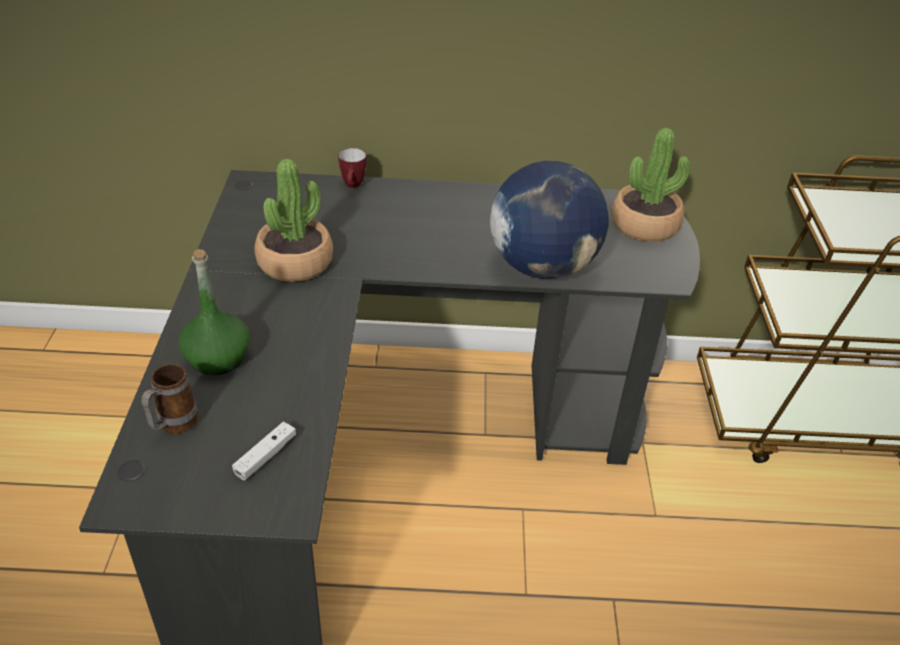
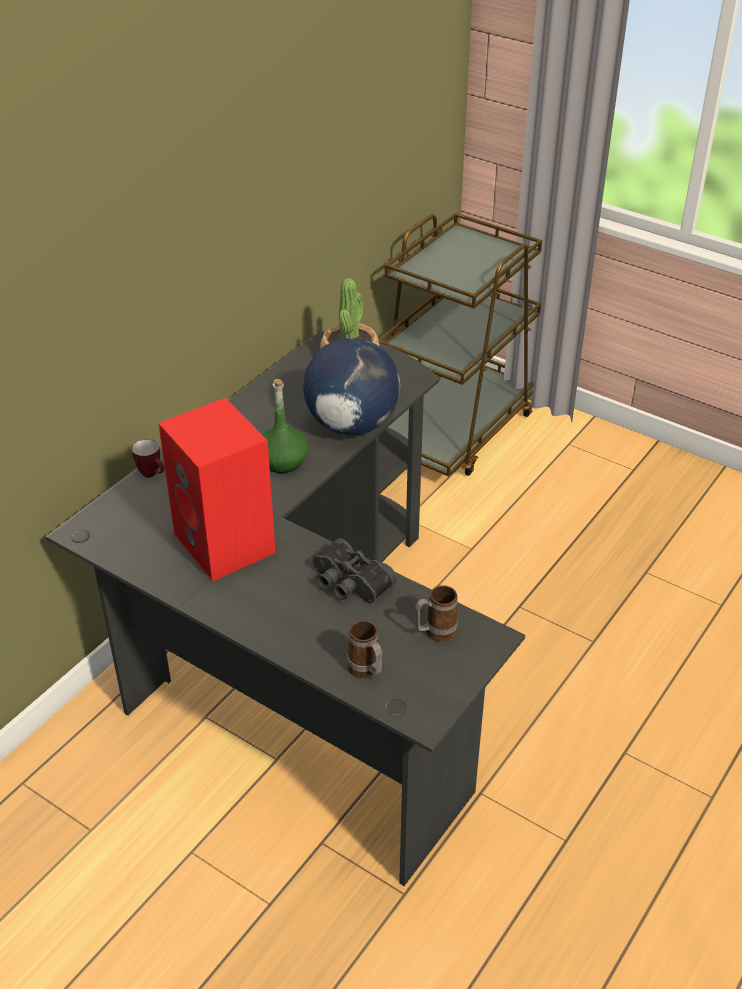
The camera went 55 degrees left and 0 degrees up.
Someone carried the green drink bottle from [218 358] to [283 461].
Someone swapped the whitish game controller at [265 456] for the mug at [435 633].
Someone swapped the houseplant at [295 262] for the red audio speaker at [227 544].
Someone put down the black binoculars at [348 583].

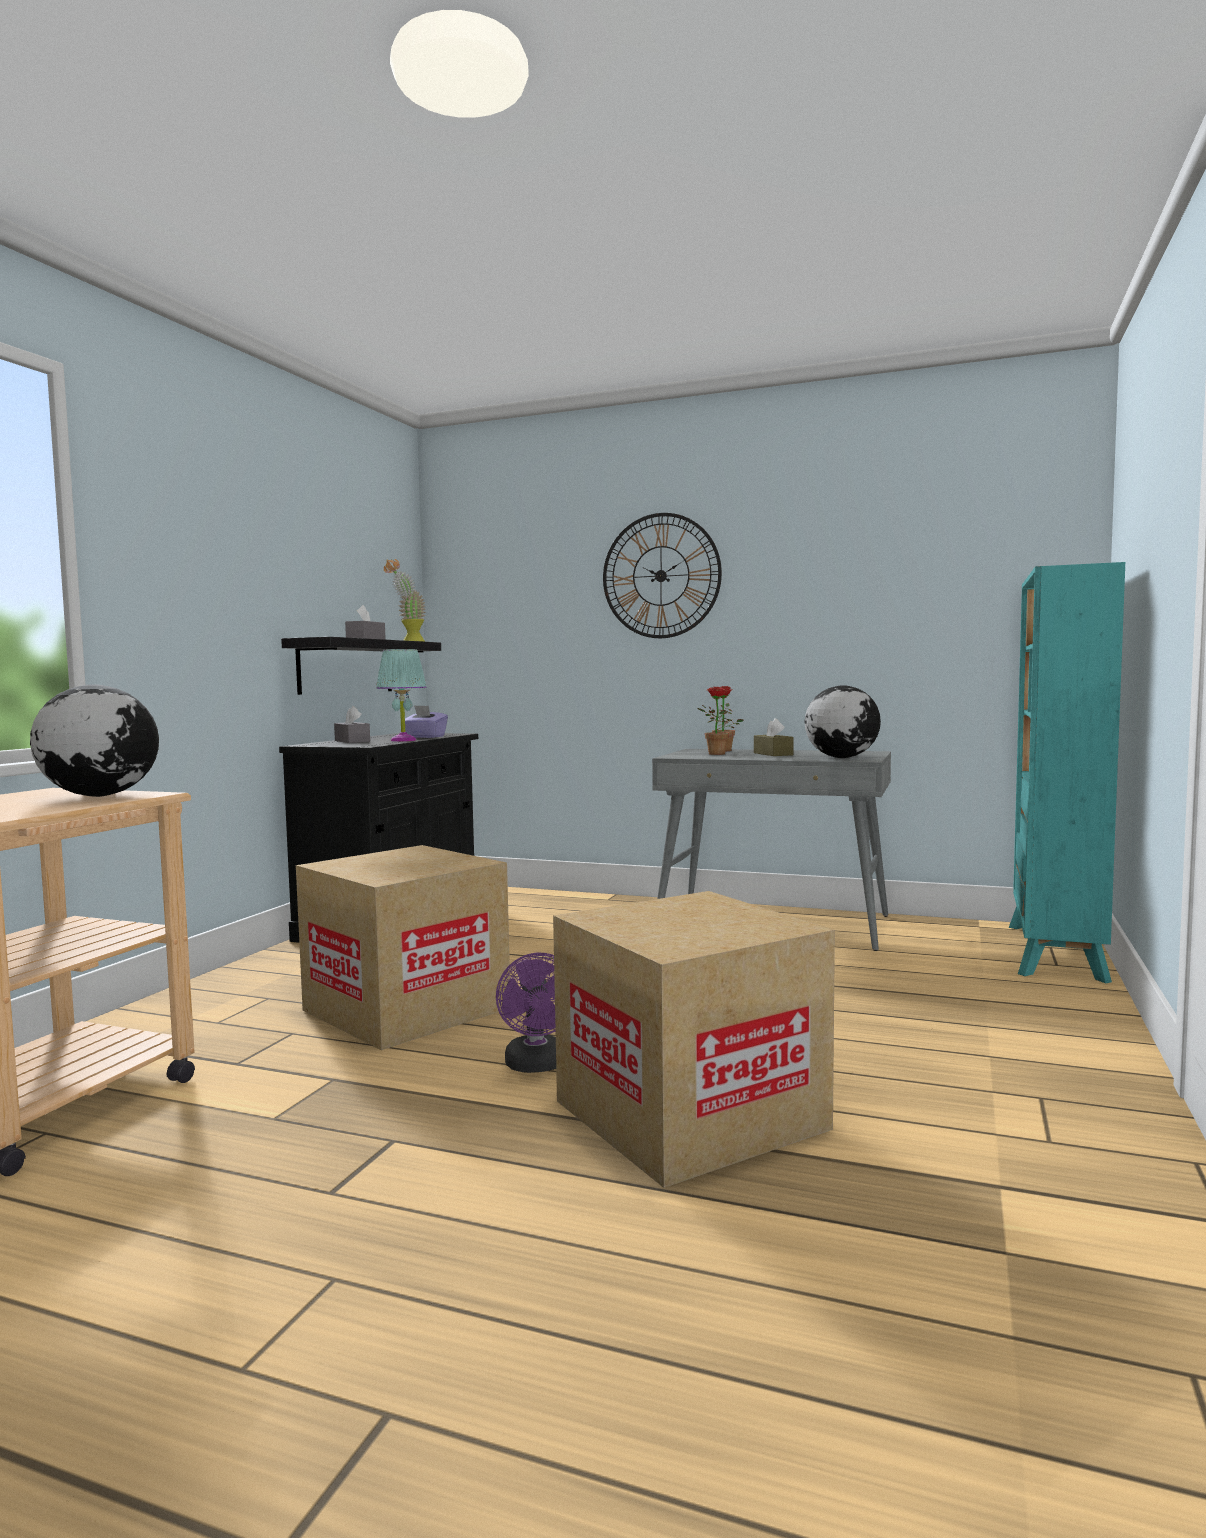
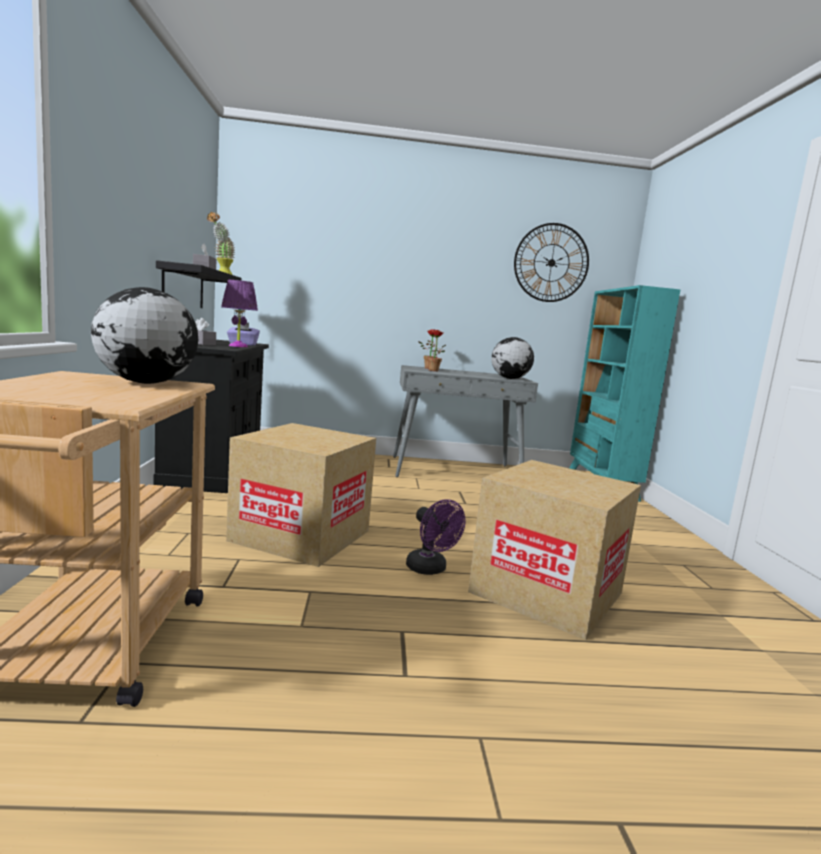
The camera went 25 degrees left and 5 degrees up.
Someone repainted the turquoise-coloured tabletop lamp at [403 740], which became the purple tabletop lamp at [238 346].
Someone carried the hanging clock from [661 576] to [551 263].
Someone took away the brownish tissue box at [773 754].

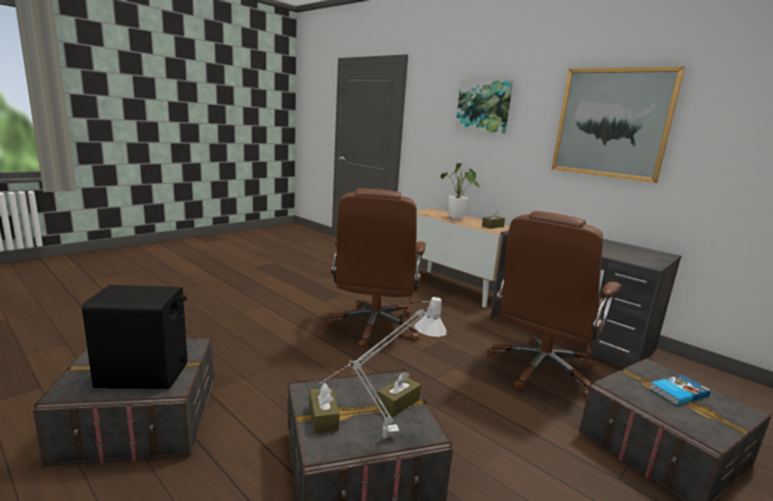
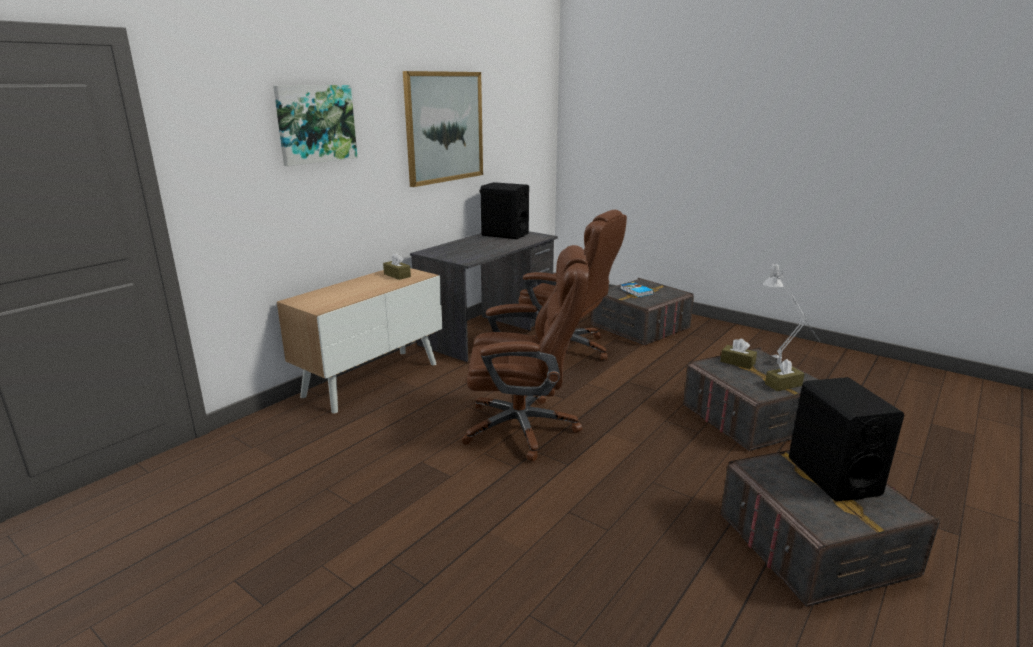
The camera went 95 degrees left and 5 degrees up.
Someone took away the houseplant at [457 218].
Someone put down the black audio speaker at [504 234].

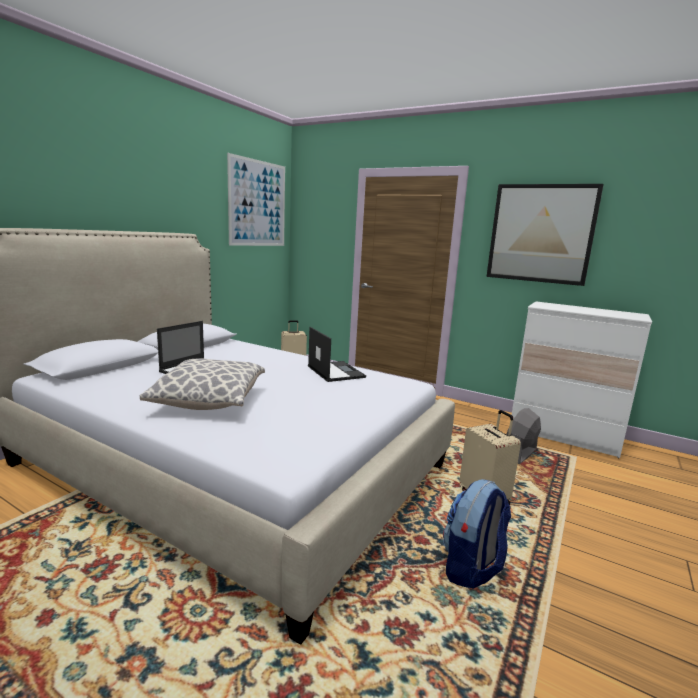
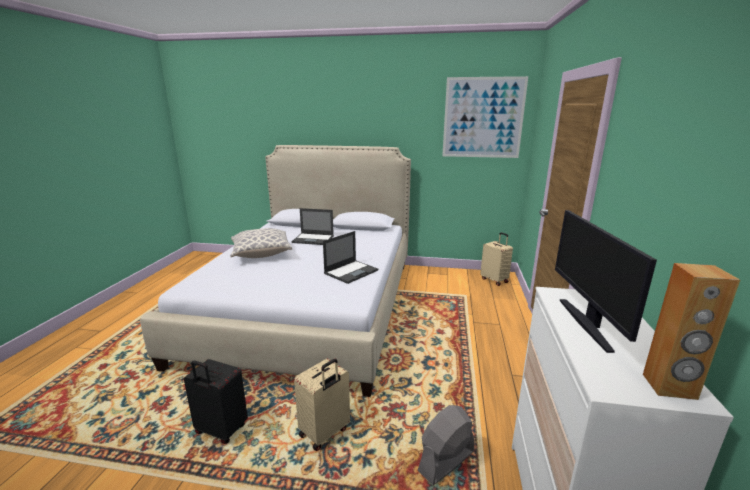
The camera went 70 degrees right and 5 degrees up.
Someone swapped the knapsack at [471 568] for the black piece of luggage at [220 430].
Someone took away the wall picture at [541 234].
Someone rotated the grey electric fan at [520 454] by 60 degrees counterclockwise.
Someone put down the computer screen at [587 323].
Someone put down the brownish audio speaker at [669 387].

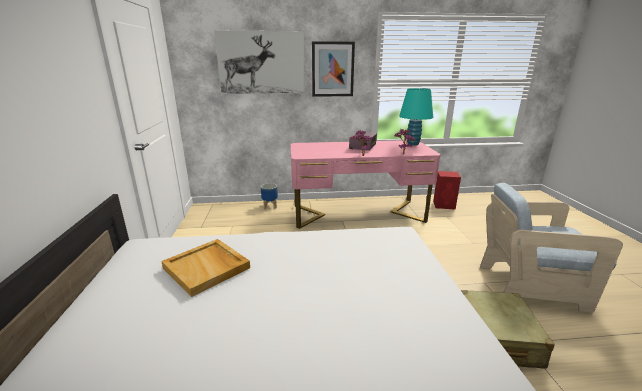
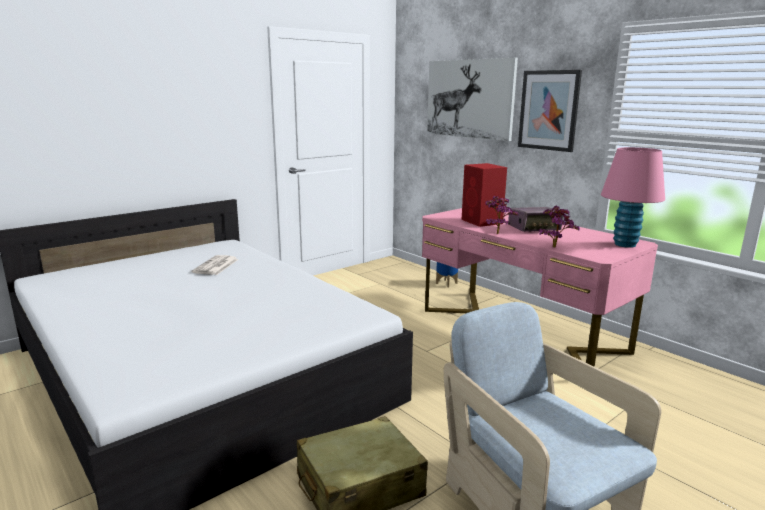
The camera went 55 degrees right and 5 degrees down.
Someone swapped the beige carrying tray at [207 268] for the printed paper at [216 266].
Someone repainted the turquoise-coloured tabletop lamp at [413 144], which became the pink tabletop lamp at [625 244].
Someone carried the red audio speaker from [444 205] to [482 222].

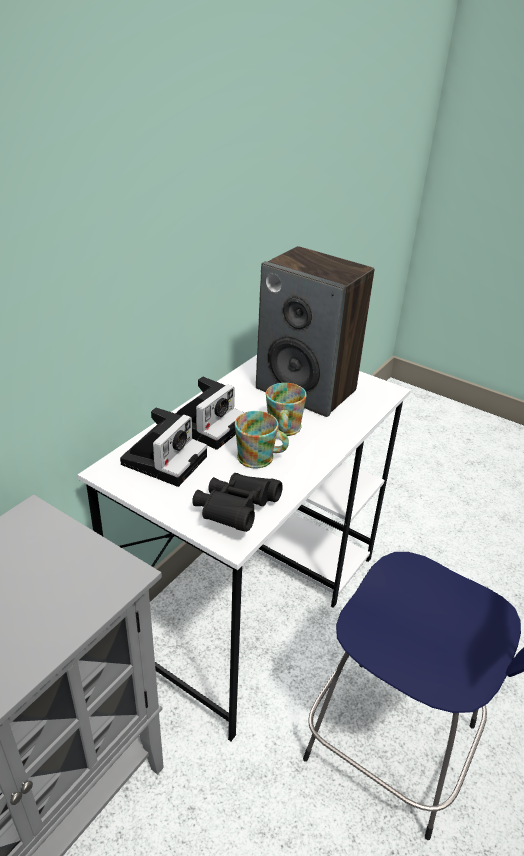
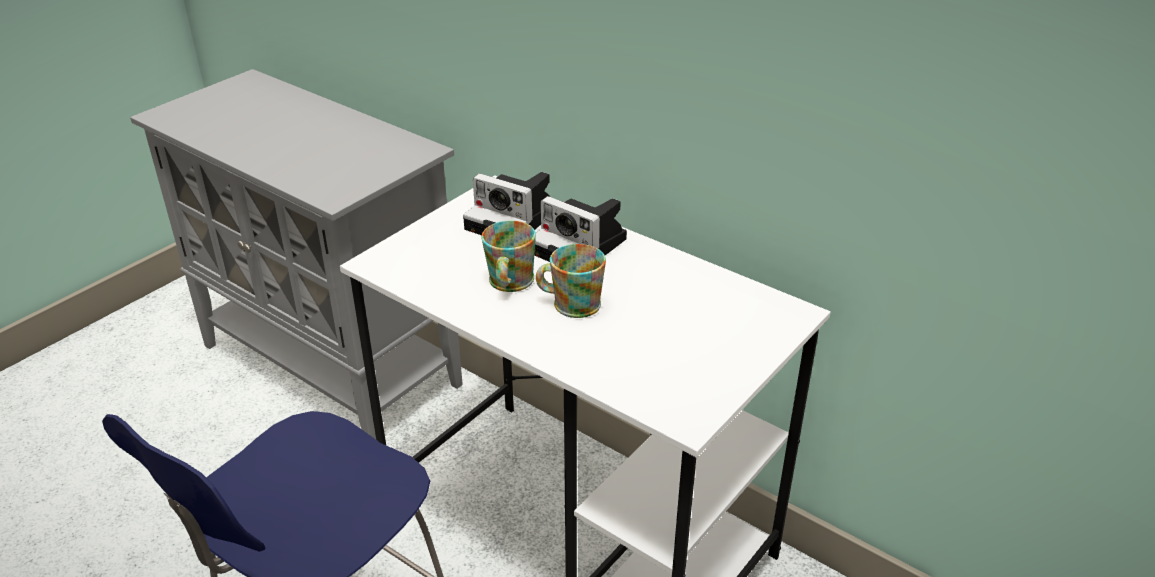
The camera went 95 degrees right and 0 degrees up.
Someone took away the black binoculars at [236 512].
Someone took away the audio speaker at [307 390].

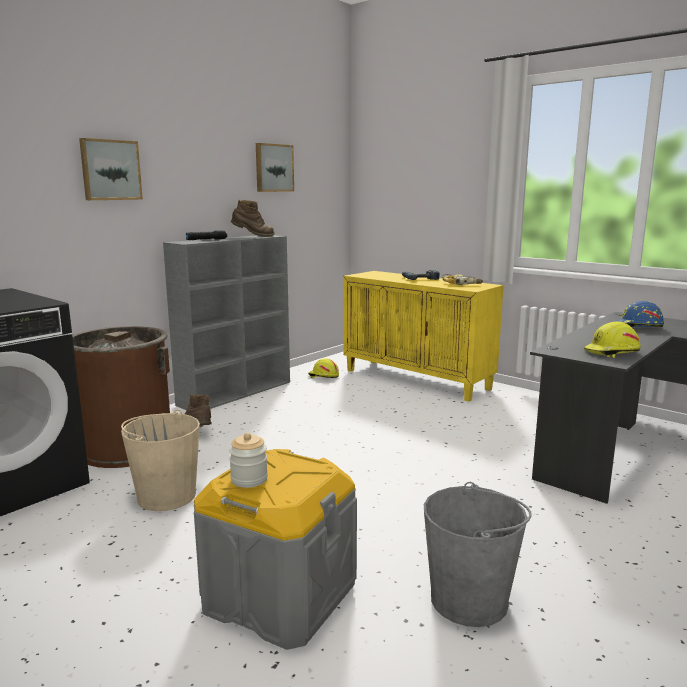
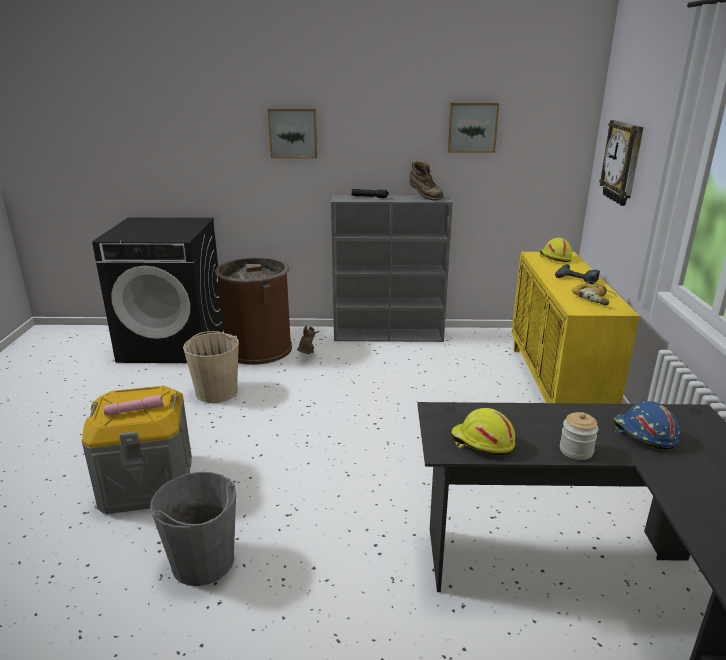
The camera went 50 degrees right and 10 degrees up.
Someone carried the storage jar from [249 479] to [576 450].
Someone carried the yellow-coloured safety helmet from [323 376] to [554 257].
Someone put down the pink torch at [135 410].
Someone put up the hanging clock at [623 162].

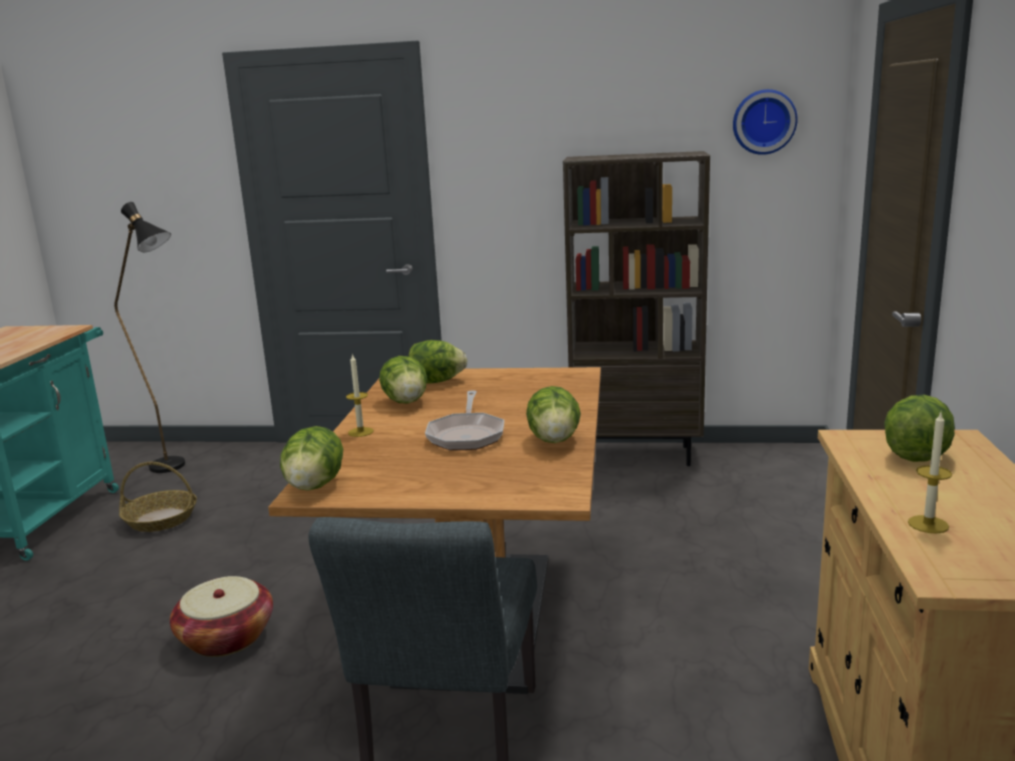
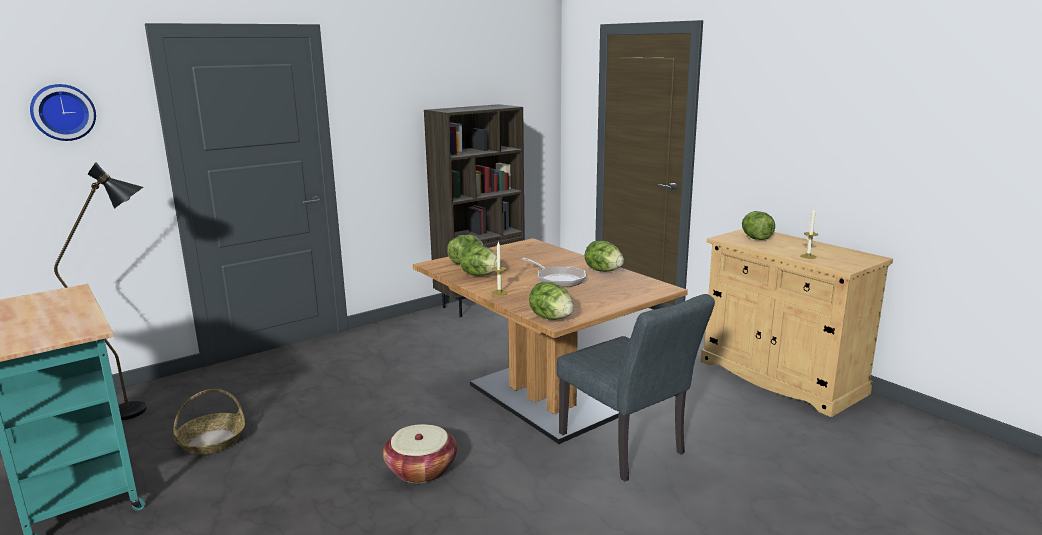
The camera went 45 degrees left and 0 degrees up.
Someone carried the hanging clock from [764 122] to [63 112].

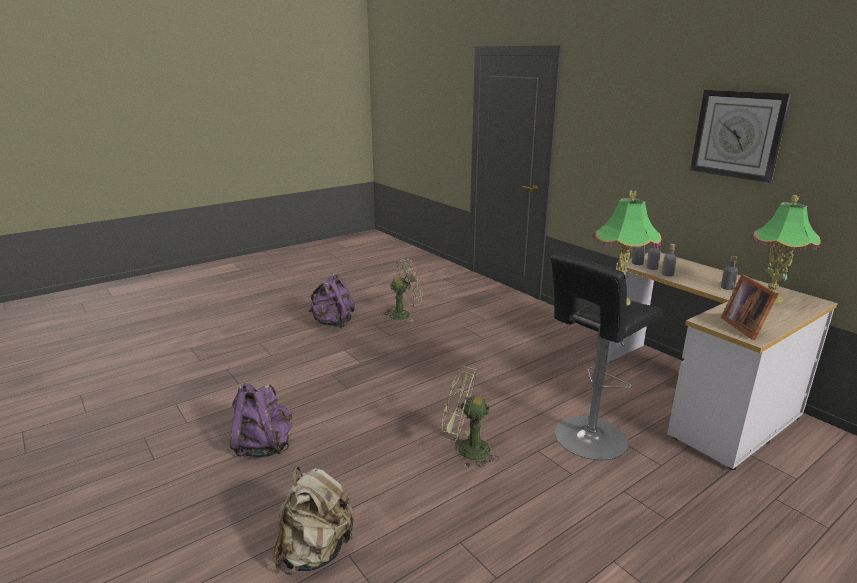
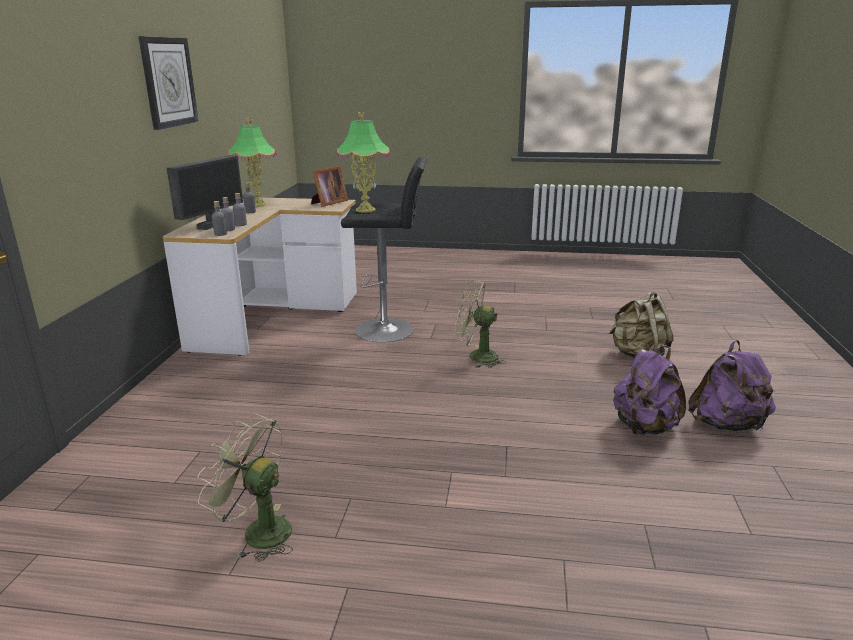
The camera went 135 degrees left and 0 degrees up.
Someone carried the purple knapsack from [333 323] to [727 425].
Someone rotated the green electric fan at [465 449] by 135 degrees clockwise.
Someone put down the computer screen at [211 225].

